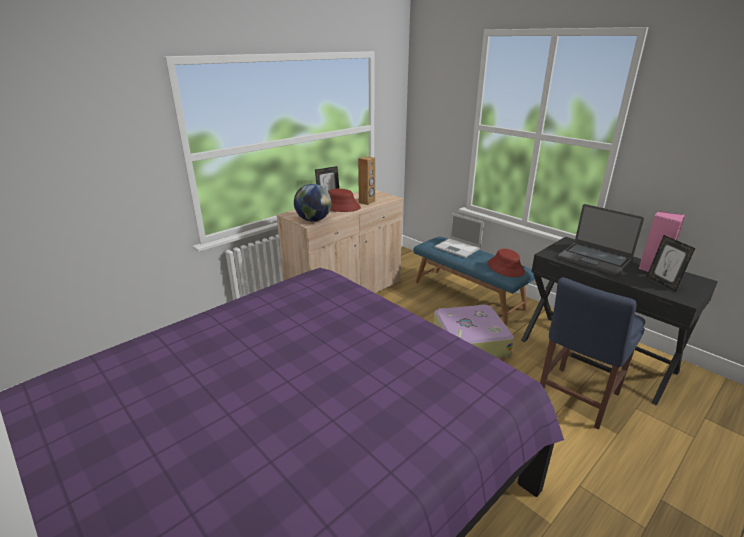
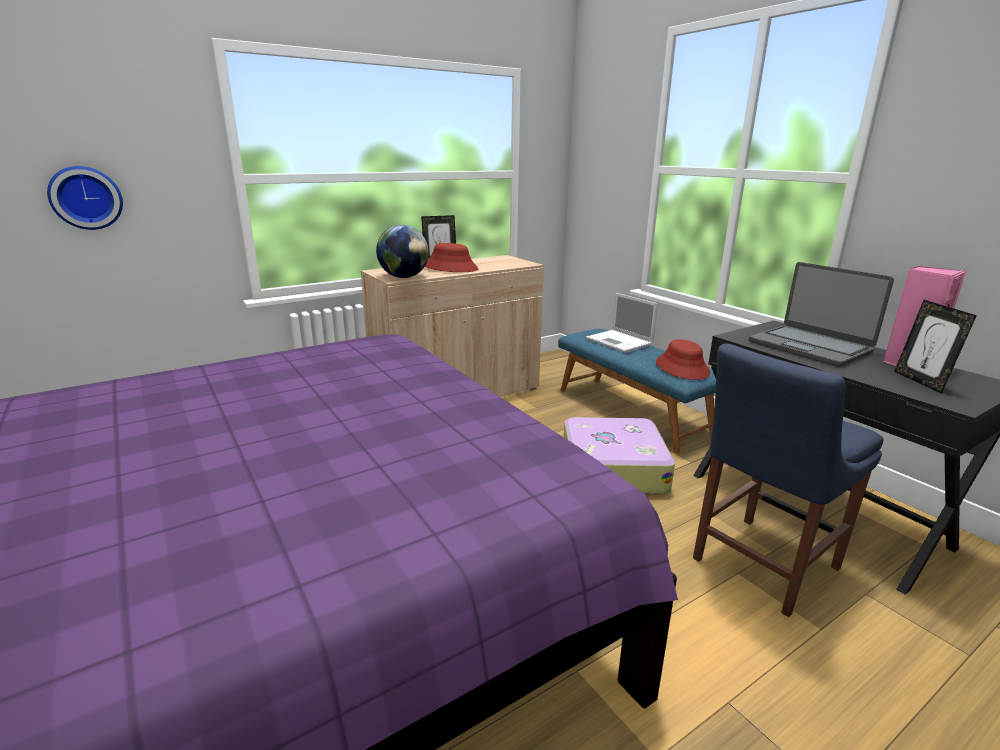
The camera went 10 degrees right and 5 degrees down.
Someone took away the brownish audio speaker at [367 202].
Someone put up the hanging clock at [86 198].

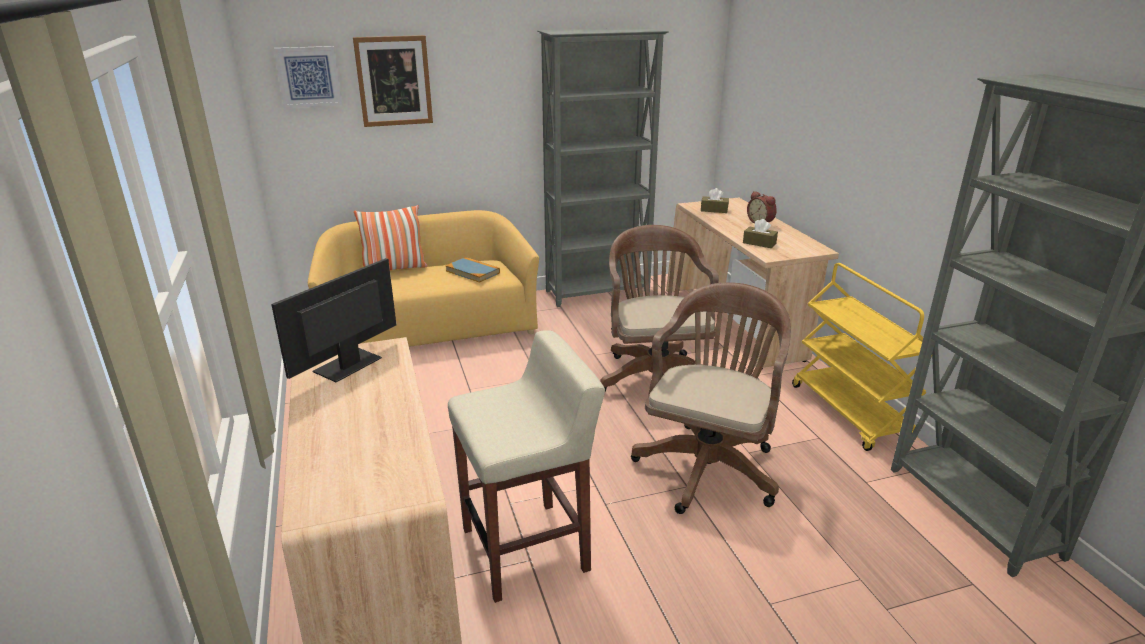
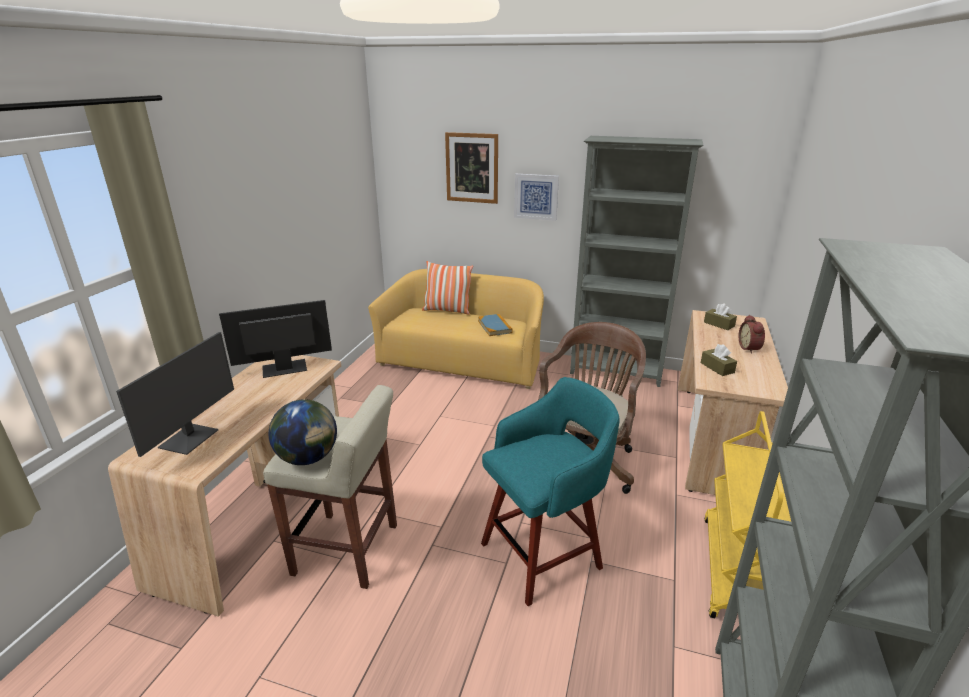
The camera went 35 degrees right and 0 degrees up.
Someone carried the wall picture from [309 77] to [536 196].
Someone swapped the brownish desk chair at [709 465] for the turquoise-coloured stool seat at [544 554].
Someone put down the computer screen at [190 439].
Someone put down the globe at [308 458].

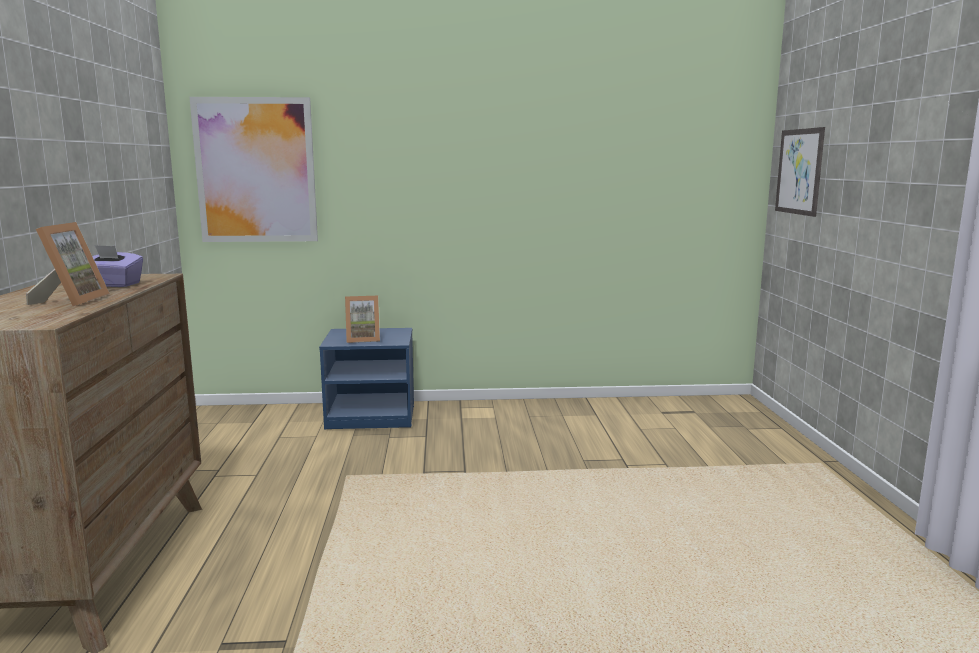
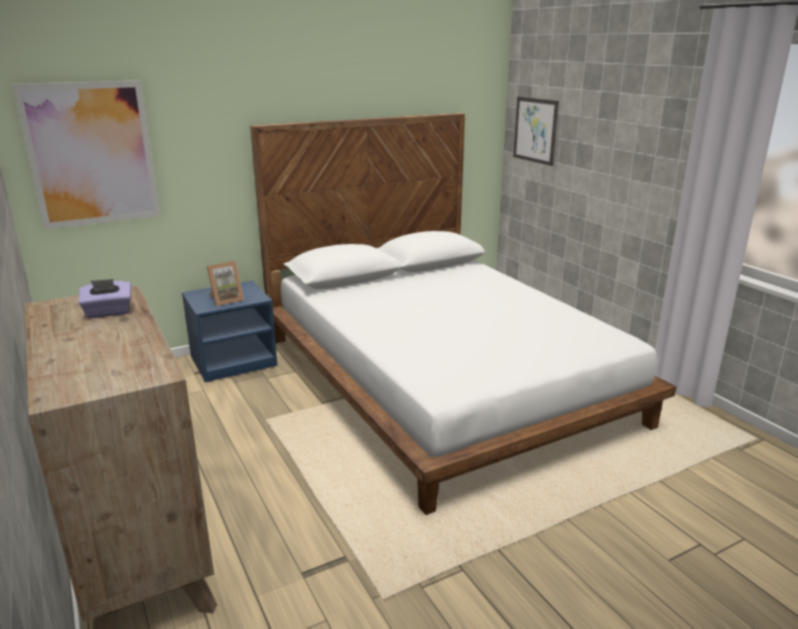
The camera went 25 degrees left and 10 degrees up.
Someone took away the standing frame at [71 301].
Someone put down the whitish bed at [443 379].

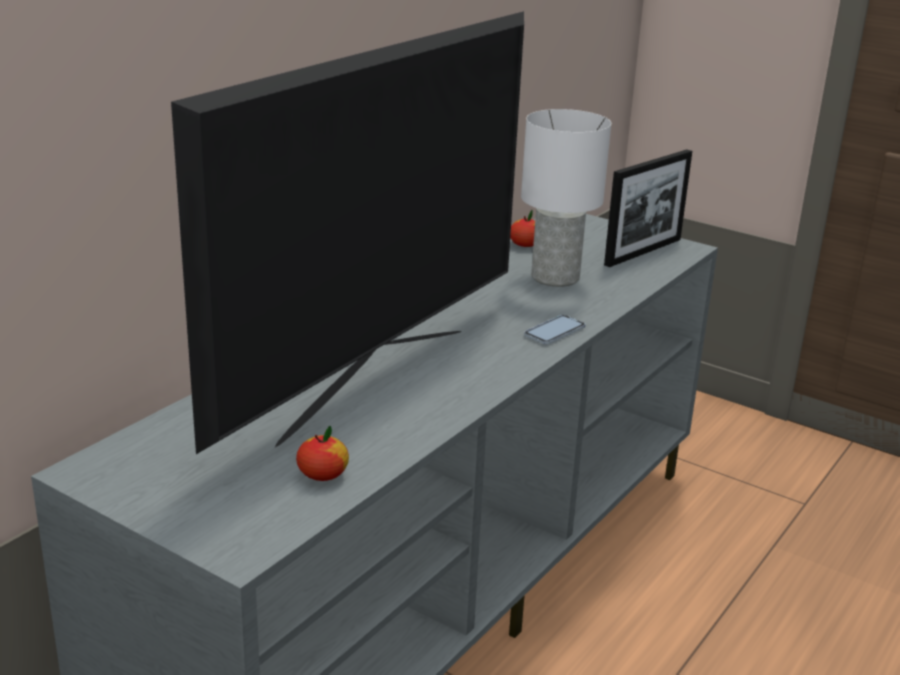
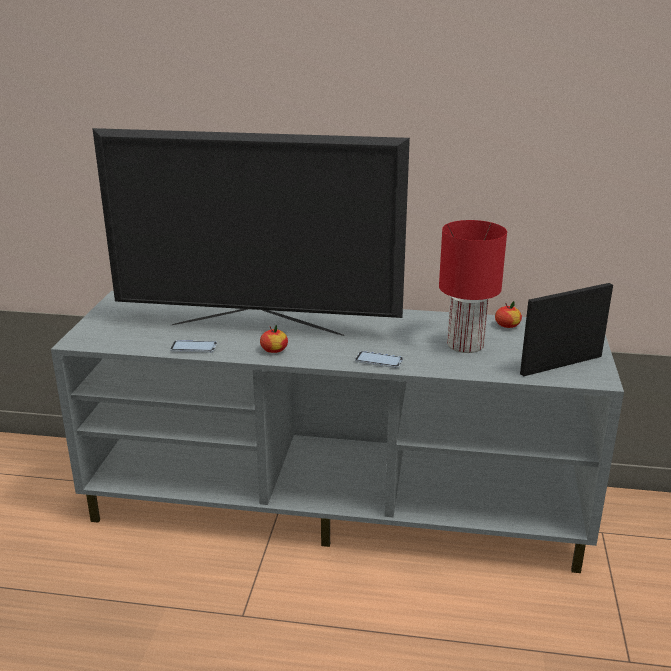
The camera went 65 degrees right and 0 degrees up.
Someone carried the apple fruit from [322 474] to [274 350].
Someone repainted the whitish tabletop lamp at [556 277], which became the red tabletop lamp at [465 345].
Someone rotated the standing frame at [643 252] by 135 degrees clockwise.
Someone put down the phone at [193 348].

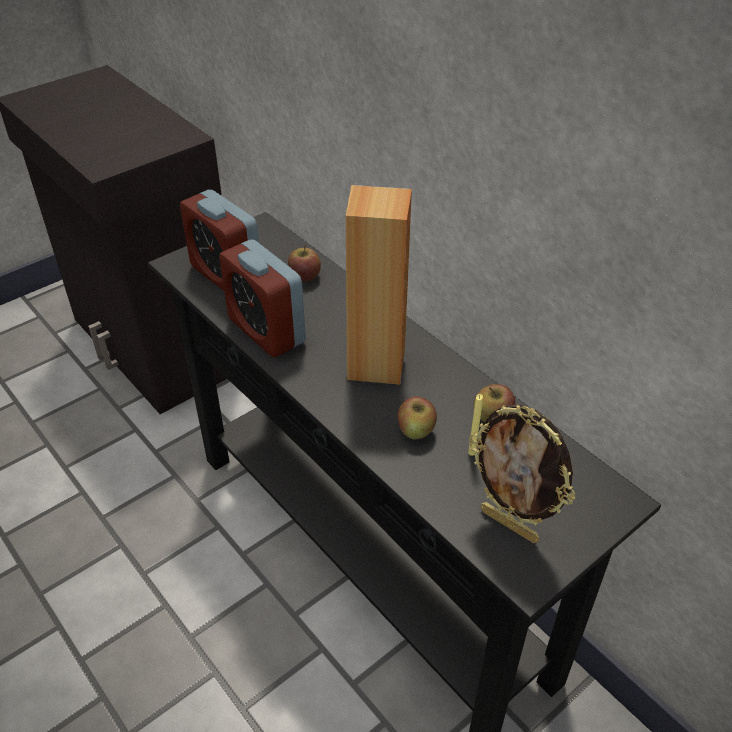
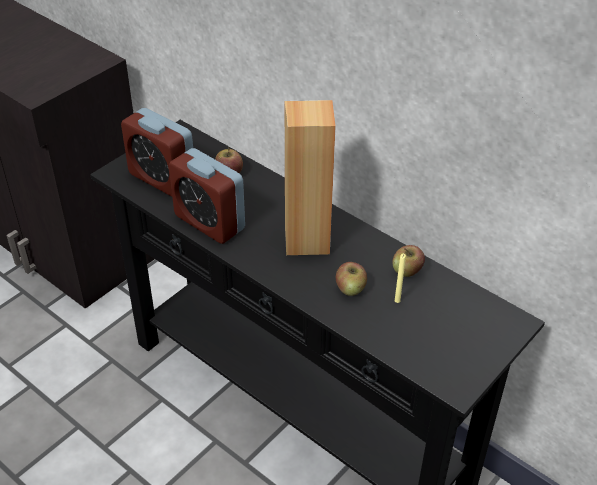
The camera went 10 degrees left and 0 degrees up.
Someone took away the standing frame at [510 524].

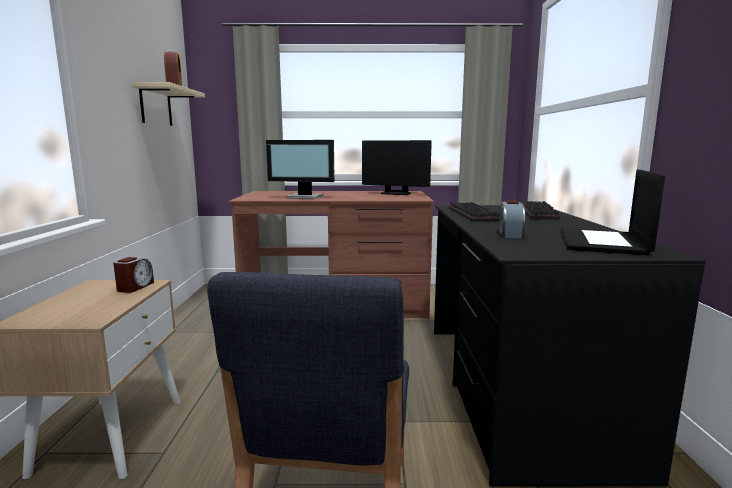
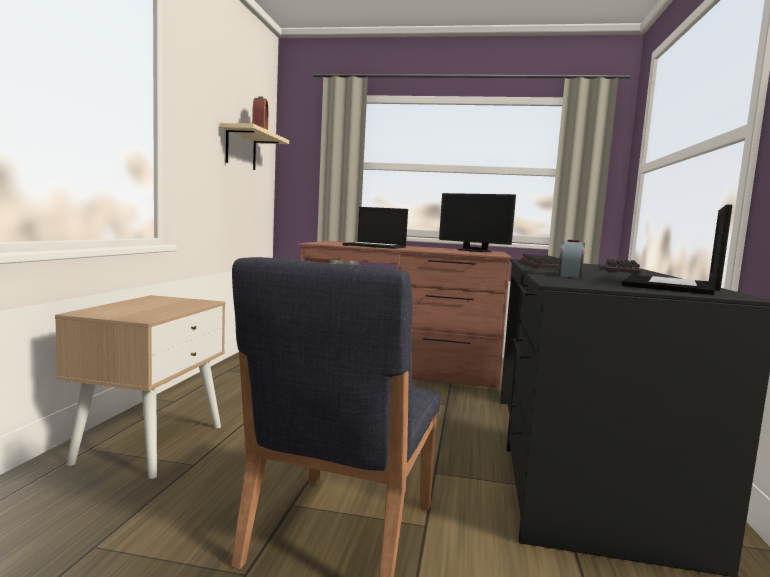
The camera went 10 degrees right and 5 degrees down.
Someone took away the alarm clock at [135 287].
Someone swapped the computer screen at [305 197] for the laptop at [376 246].

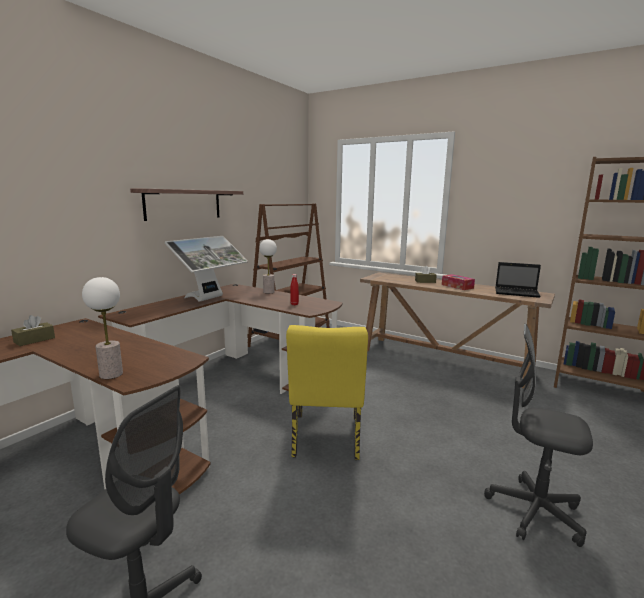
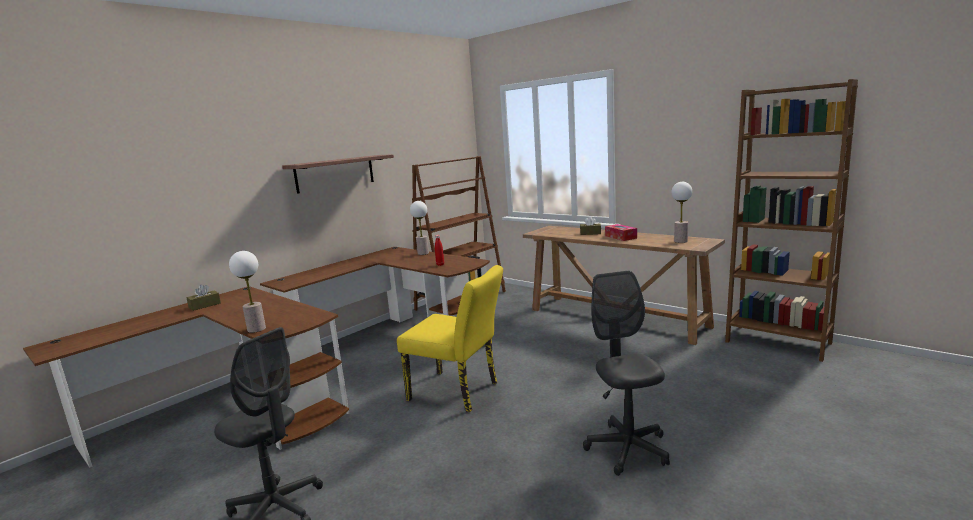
The camera went 10 degrees right and 0 degrees up.
Someone took away the computer screen at [210 298].
Someone rotated the yellow-coloured plain chair at [325 440] by 75 degrees counterclockwise.
Someone rotated the grey desk chair at [534 512] by 45 degrees clockwise.
Someone swapped the laptop at [517 293] for the tabletop lamp at [681 241].

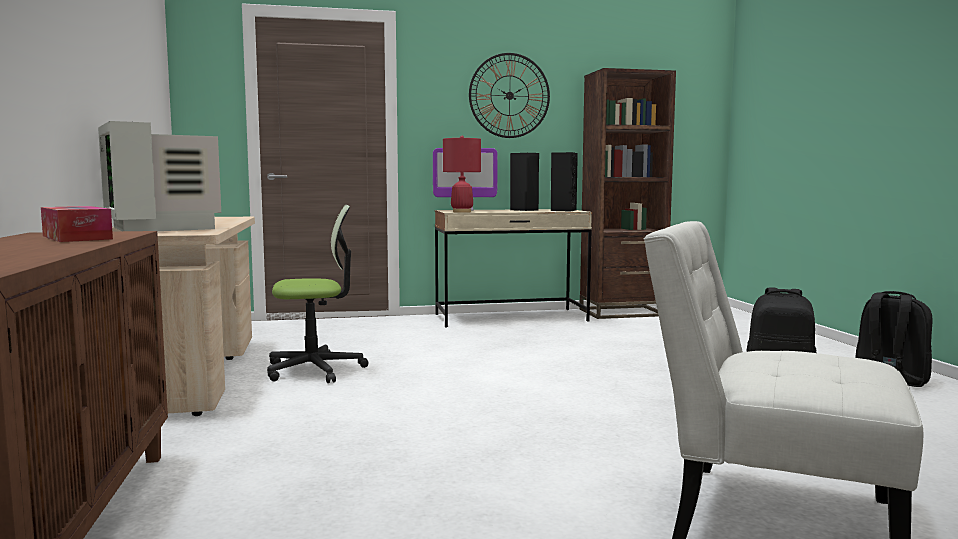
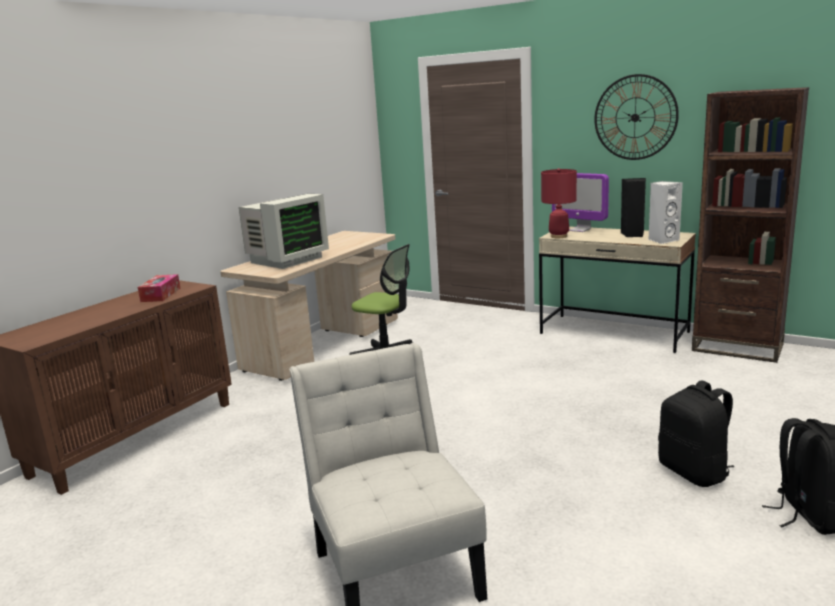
The camera went 45 degrees right and 10 degrees up.
Someone rotated the computer screen at [164 228] by 150 degrees counterclockwise.
Someone repainted the black audio speaker at [563 210], which became the whitish audio speaker at [662 240].

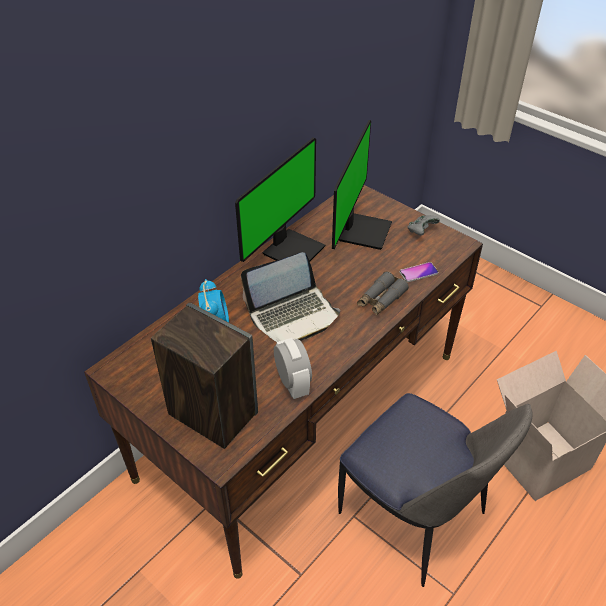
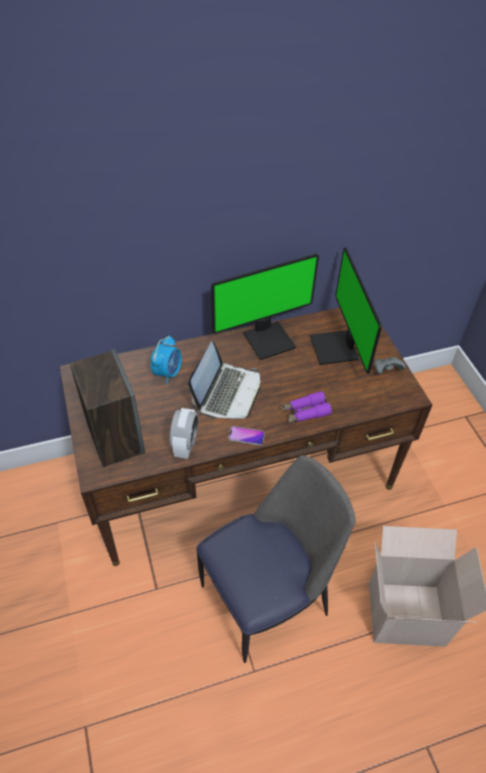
The camera went 30 degrees right and 5 degrees up.
Someone rotated the laptop at [293 315] by 75 degrees counterclockwise.
Someone rotated the computer screen at [362 231] by 120 degrees clockwise.
Someone rotated the plain chair at [414 517] by 105 degrees counterclockwise.
Someone repainted the grey binoculars at [381 299], which became the purple binoculars at [304 412].
Someone carried the phone from [418 273] to [246 436].

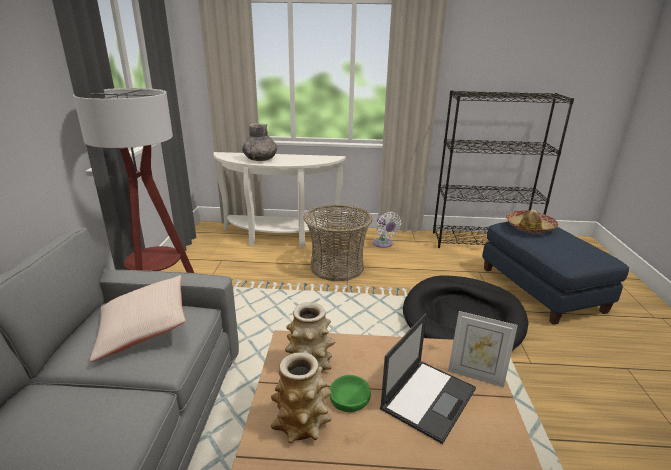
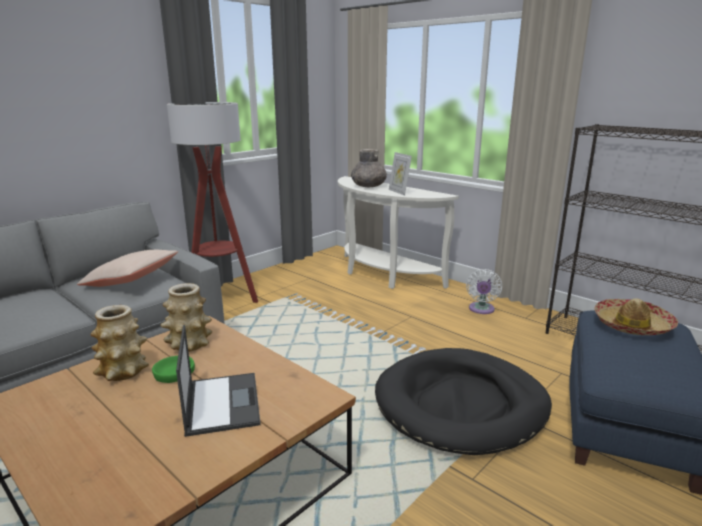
The camera went 40 degrees right and 5 degrees down.
Someone took away the household basket at [337 267].
Someone rotated the laptop at [428 398] by 90 degrees counterclockwise.
Someone carried the standing frame from [475 375] to [399 192].

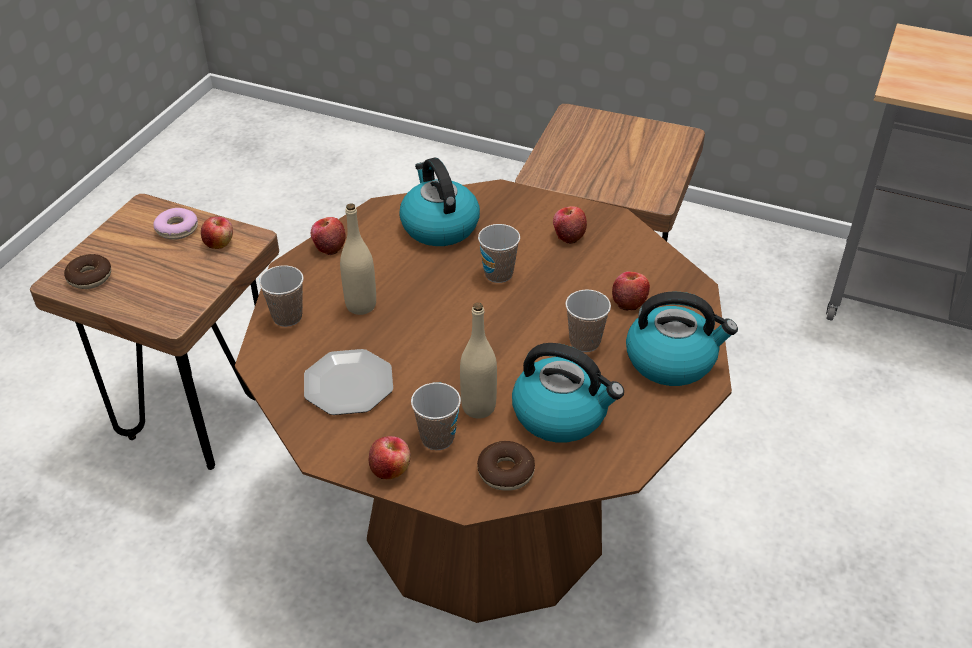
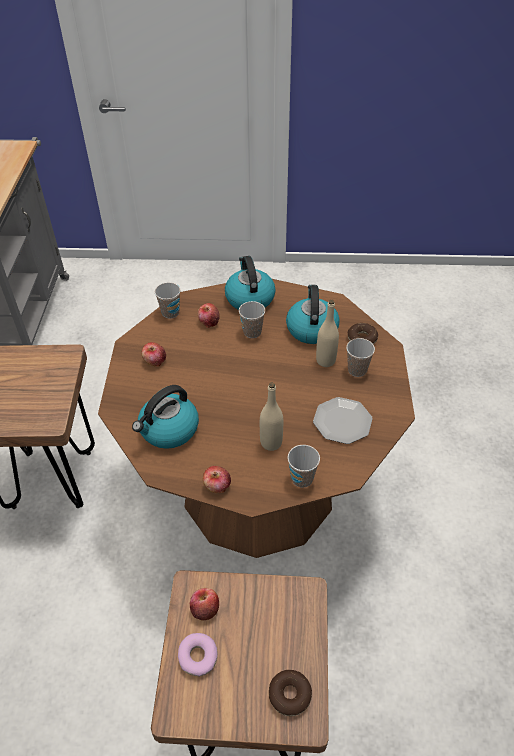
The camera went 110 degrees left and 5 degrees up.
Someone took away the apple fruit at [390 469].
Someone carried the drinking cup from [498 274] to [170 313].

